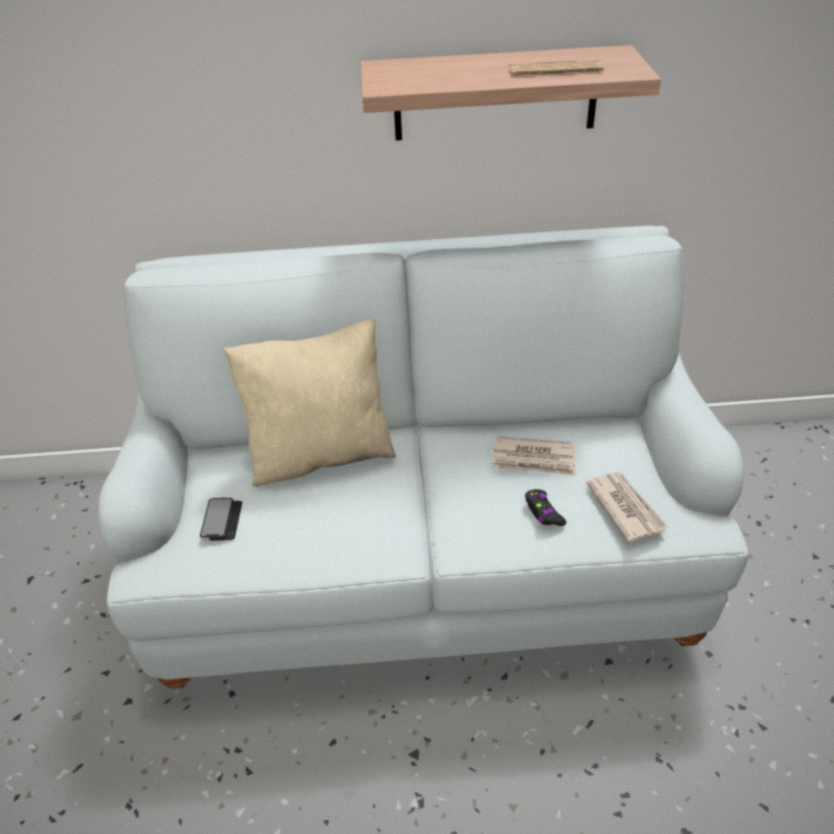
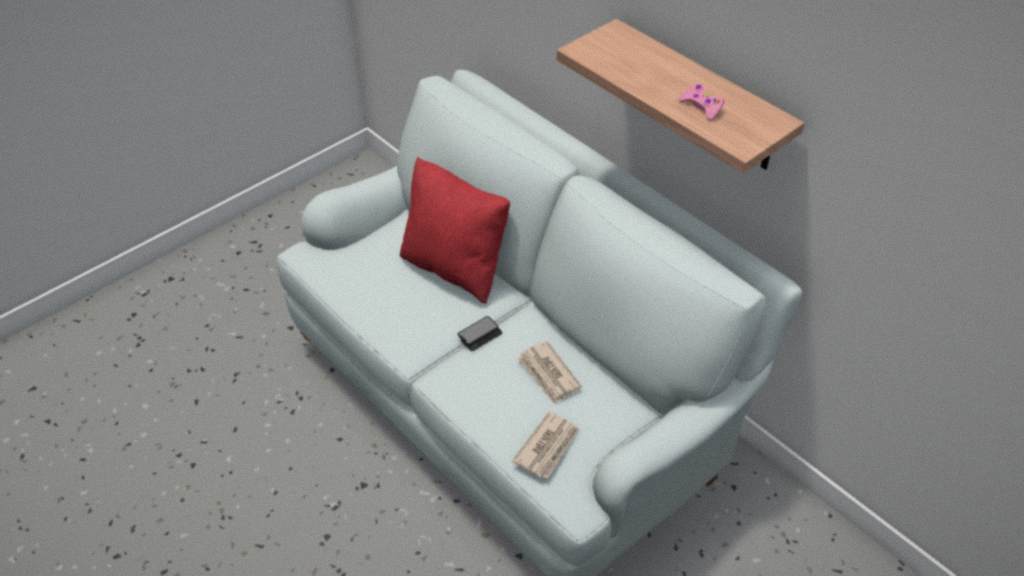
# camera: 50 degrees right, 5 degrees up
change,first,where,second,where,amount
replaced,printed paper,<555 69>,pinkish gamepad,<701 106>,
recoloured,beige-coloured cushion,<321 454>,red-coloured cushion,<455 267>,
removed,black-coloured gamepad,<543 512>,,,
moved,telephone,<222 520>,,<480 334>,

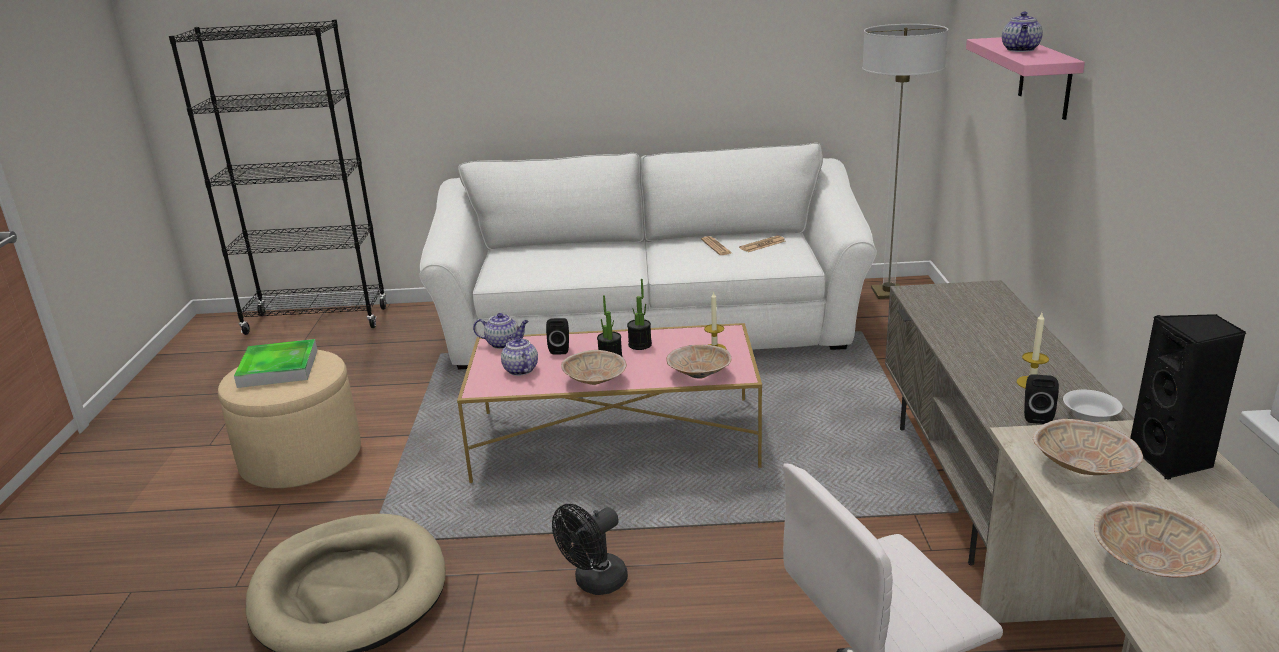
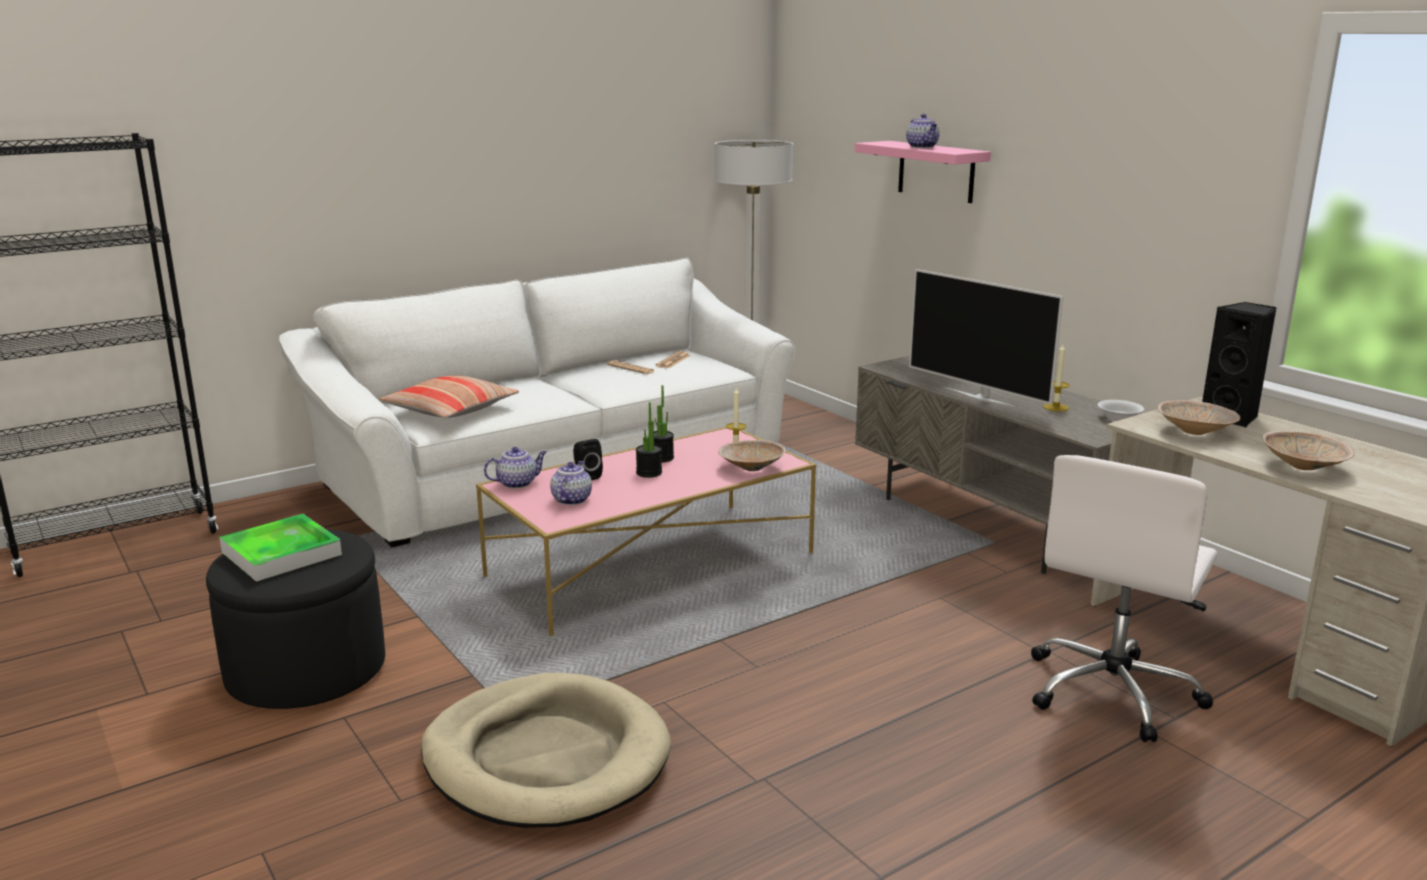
# camera: 35 degrees left, 5 degrees down
change,first,where,second,where,amount
turned,tea pot,<520 370>,,<571 499>,75 degrees clockwise
recoloured,beige-coloured pouffe,<301 458>,black-coloured pouffe,<306 671>,
removed,beige-coloured deep dish,<595 381>,,,
removed,black-coloured audio speaker,<1036 416>,,,
removed,black-coloured cooling fan,<594 583>,,,
added,,,TV,<980 397>,
added,,,cushion,<450 410>,

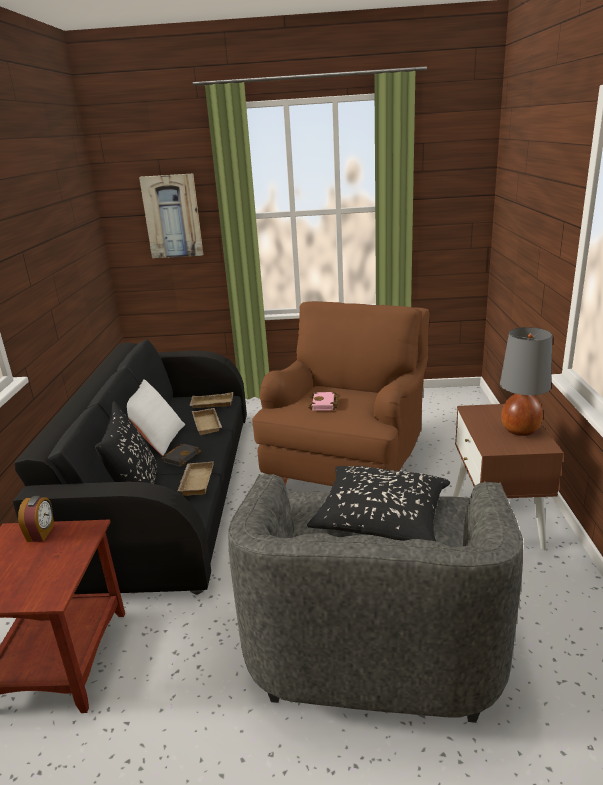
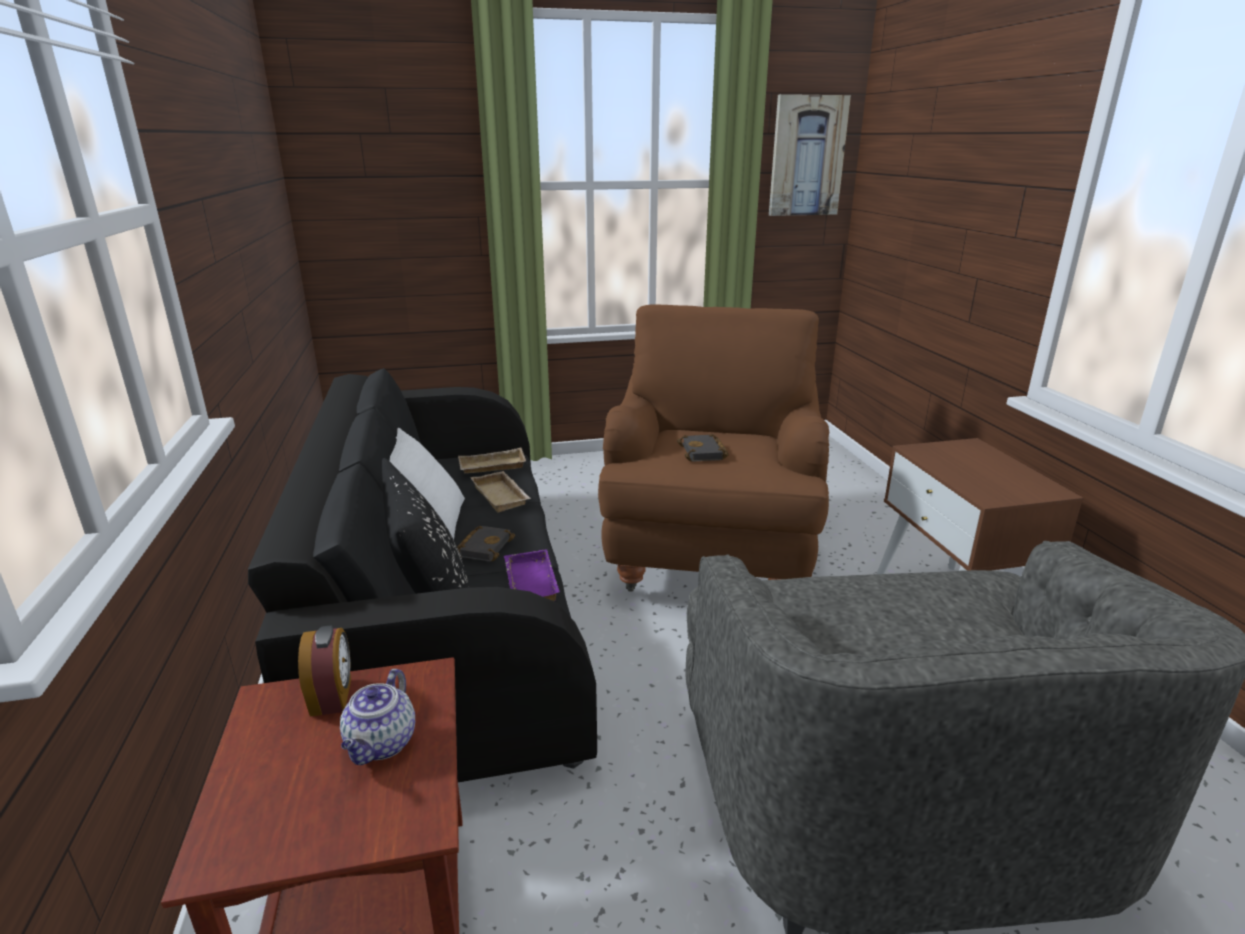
# camera: 15 degrees left, 0 degrees up
change,first,where,second,where,amount
moved,wall art,<172 216>,,<807 156>,
removed,greyish lamp for a table,<519 430>,,,
recoloured,pinkish volume,<325 404>,black-coloured volume,<704 453>,
recoloured,beige-coloured carrying tray,<195 481>,purple-coloured carrying tray,<528 583>,
removed,black-coloured cushion,<380 519>,,,
added,,,tea pot,<381 745>,

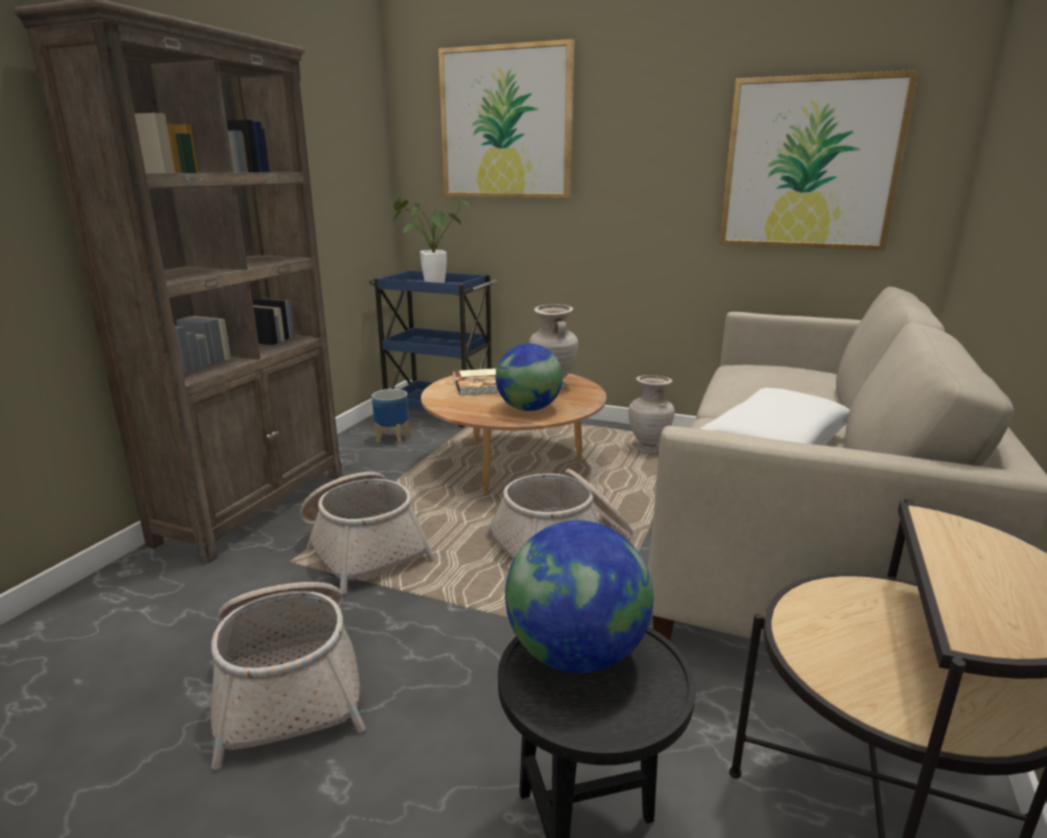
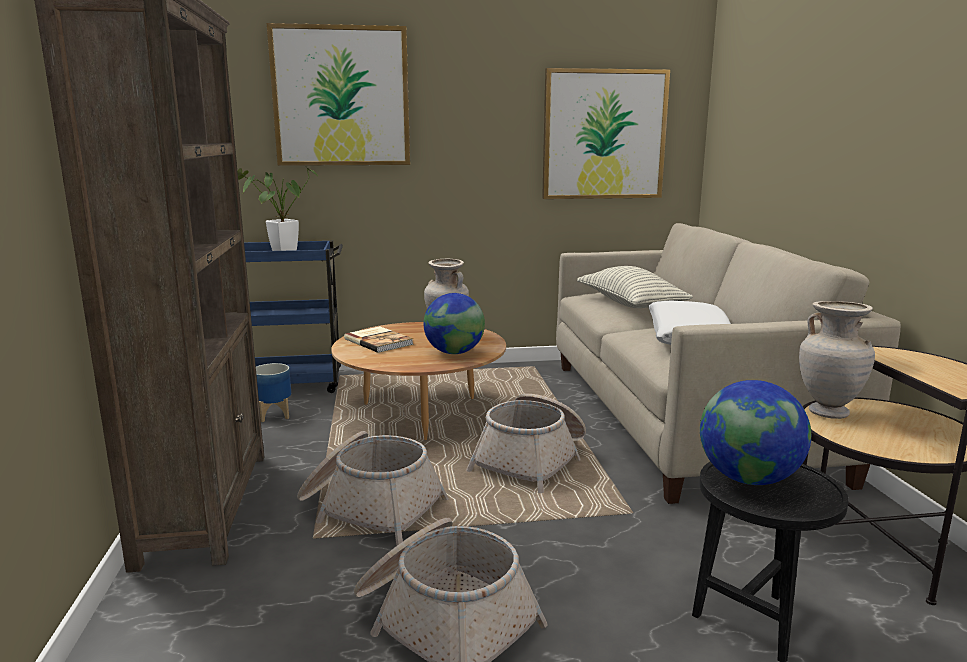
# camera: 30 degrees left, 5 degrees down
change,first,where,second,where,amount
moved,beige-coloured decorative vase,<649 449>,,<828 412>,
added,,,cushion,<630 304>,

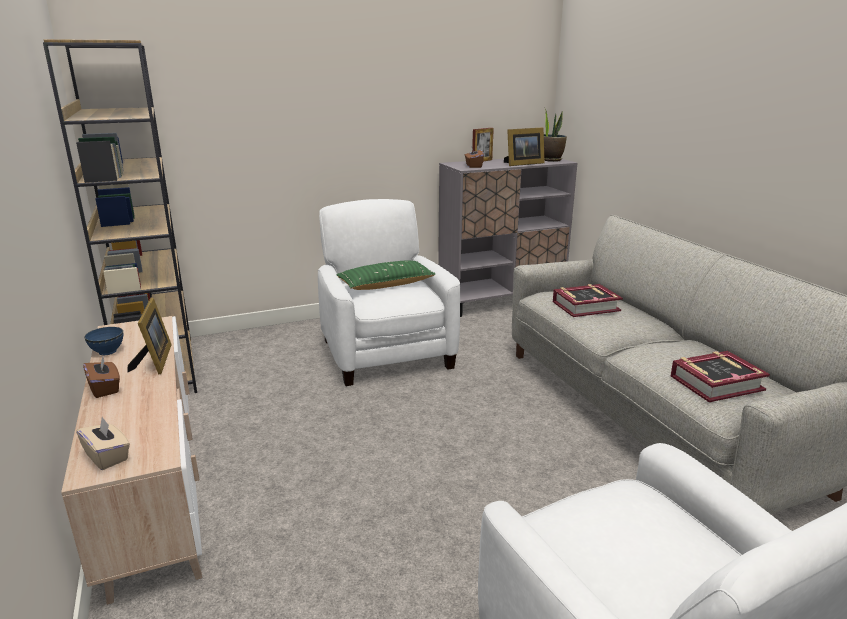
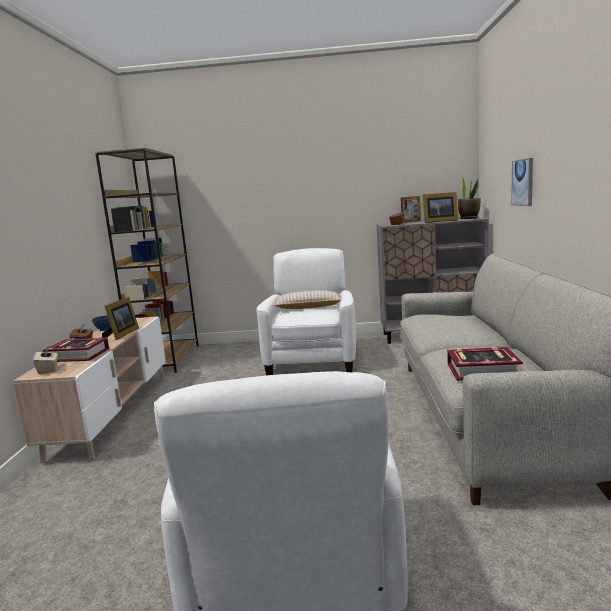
# camera: 25 degrees right, 10 degrees down
change,first,where,second,where,amount
recoloured,greenish cushion,<386 285>,beige-coloured cushion,<308 307>,
moved,volume,<585 306>,,<78 355>,
added,,,wall art,<523 182>,

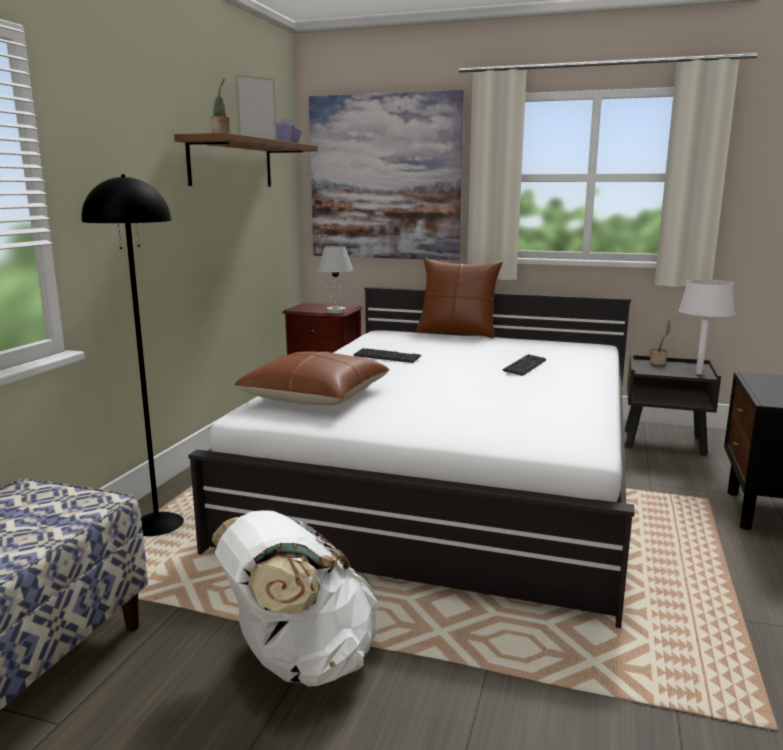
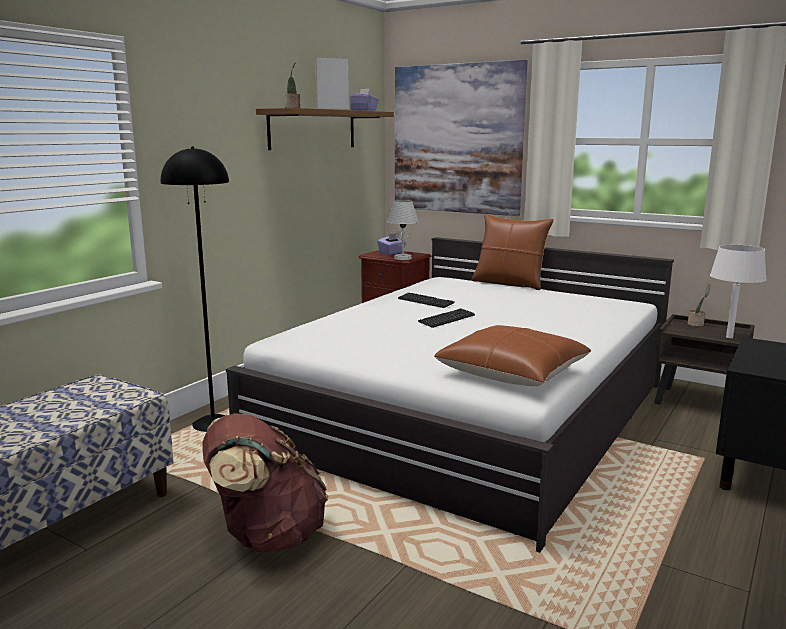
# camera: 15 degrees right, 0 degrees up
change,first,where,second,where,amount
moved,brown cushion,<315 396>,,<512 373>,
moved,PC keyboard,<525 366>,,<447 319>,
recoloured,white rucksack,<299 661>,brown rucksack,<266 536>,
added,,,purple-coloured tissue holder,<391 253>,

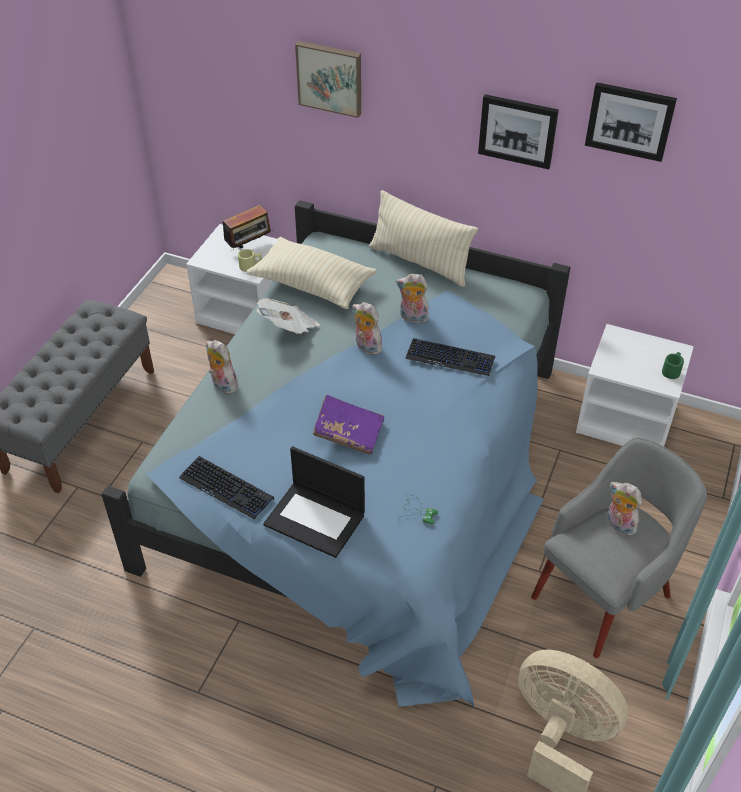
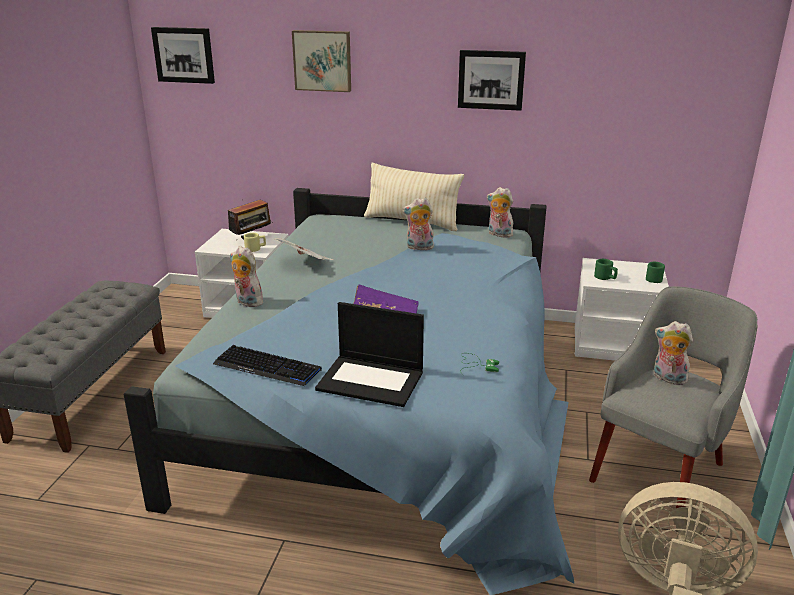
# camera: 10 degrees left, 20 degrees down
change,first,where,second,where,amount
moved,wall art,<630 121>,,<184 55>,
removed,beige-coloured cushion,<312 285>,,,
moved,soft toy,<366 347>,,<498 234>,
removed,PC keyboard,<450 358>,,,
added,,,greenish tea mug,<605 277>,

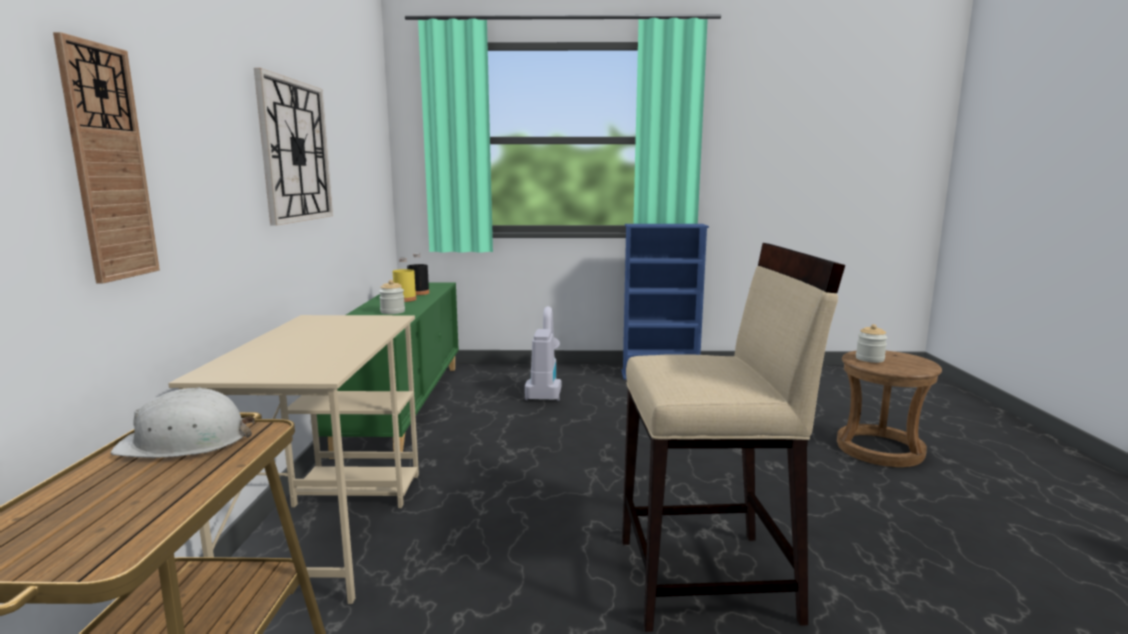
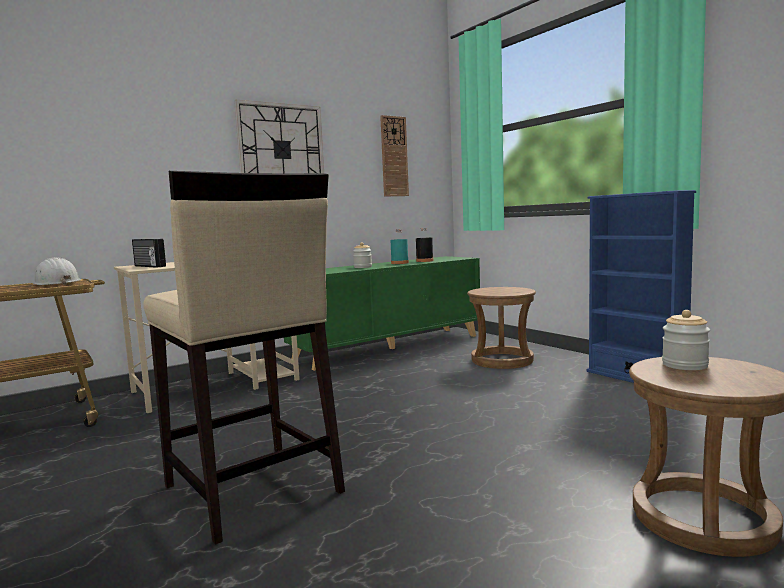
# camera: 55 degrees right, 5 degrees down
change,first,where,second,where,amount
moved,wall clock,<108 164>,,<394 156>,
recoloured,yellow-coloured drink bottle,<405 299>,turquoise drink bottle,<399 263>,
replaced,vacuum cleaner,<545 388>,brown stool seat,<501 360>,
added,,,radio set,<149 266>,

